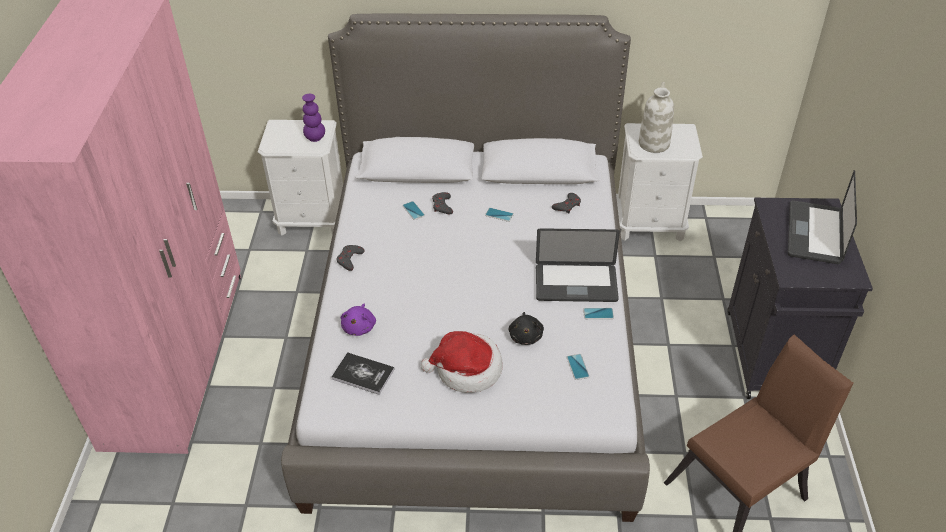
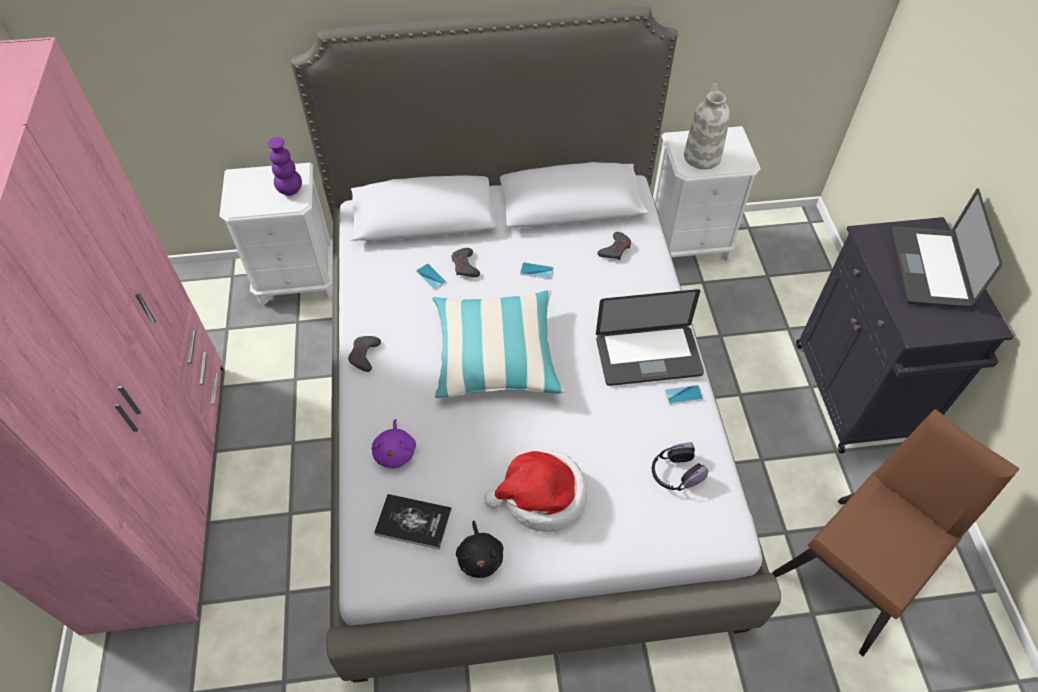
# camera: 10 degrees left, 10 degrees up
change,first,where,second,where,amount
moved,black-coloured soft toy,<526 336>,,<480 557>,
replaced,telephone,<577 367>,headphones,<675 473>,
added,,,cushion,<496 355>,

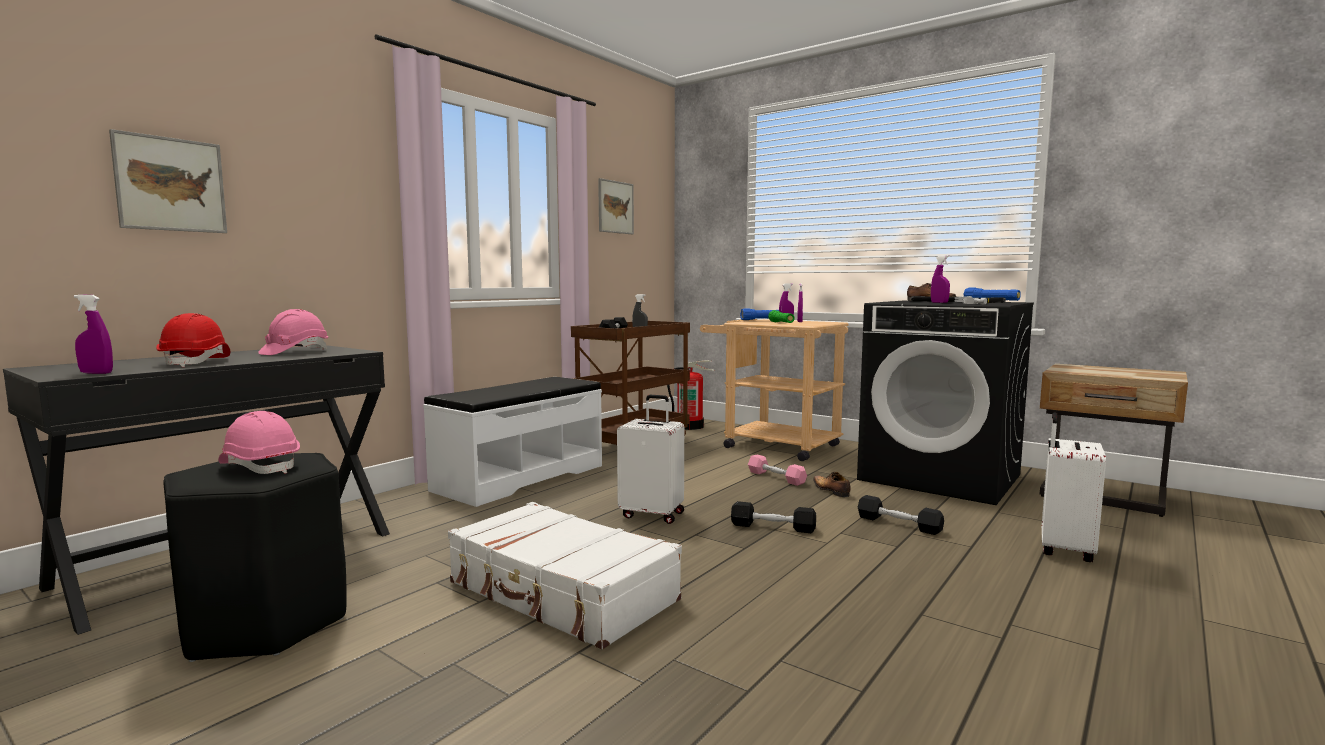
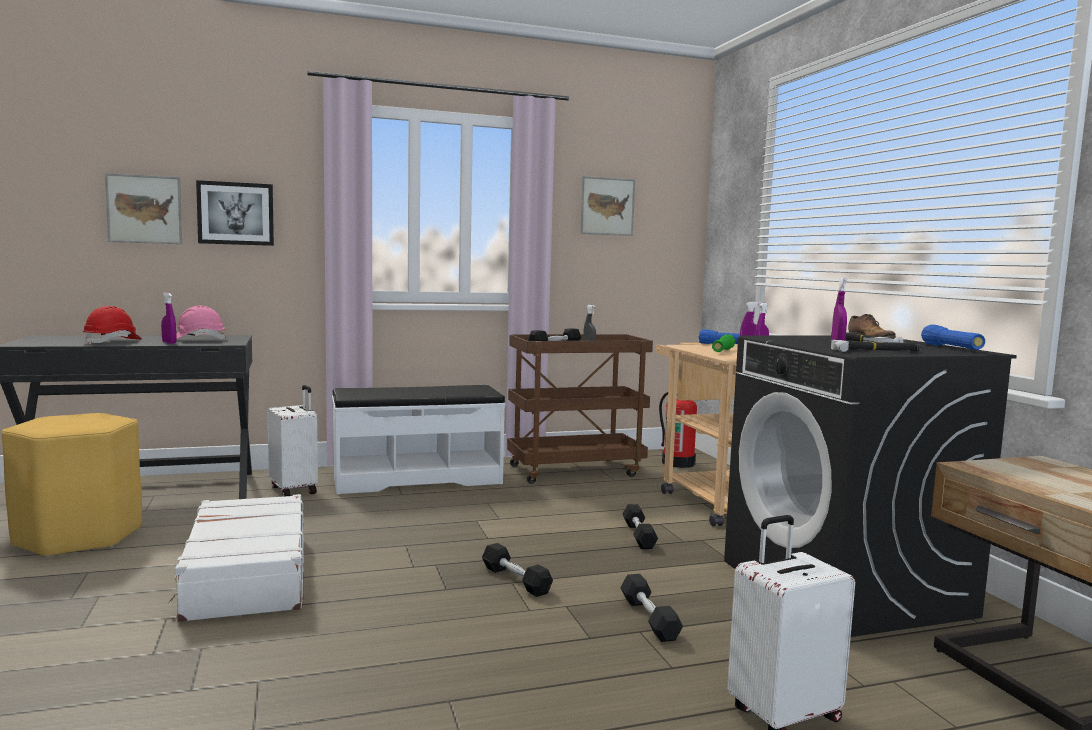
# camera: 35 degrees right, 0 degrees up
change,first,where,second,where,amount
moved,purple-coloured sprayer,<96 373>,,<169 343>,
moved,white suitcase,<652 514>,,<295 490>,
removed,pinkish work helmet,<260 467>,,,
recoloured,black-coloured stool seat,<264 623>,yellow-coloured stool seat,<77 536>,
recoloured,pinkish free weight,<776 477>,black-coloured free weight,<638 535>,
removed,item of footwear,<831 490>,,,
added,,,wall art,<236 213>,

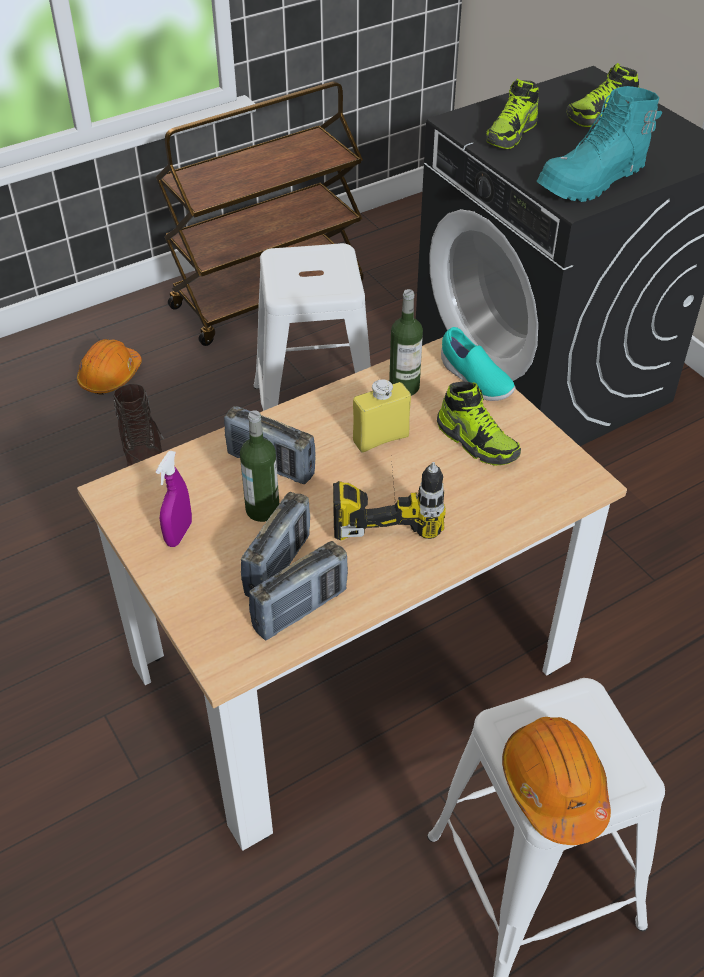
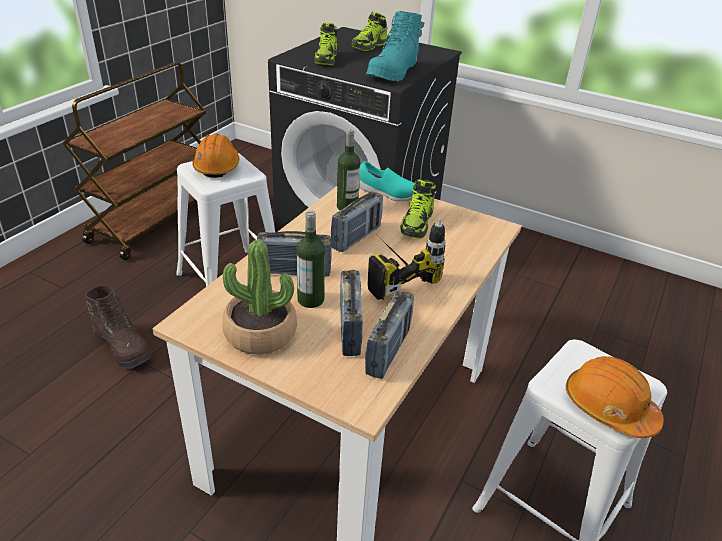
# camera: 30 degrees left, 10 degrees down
change,first,where,second,where,amount
moved,orange-coloured work helmet,<110 376>,,<217 166>,
replaced,yellow-coloured drink bottle,<381 438>,radio set,<356 237>,
turned,item of footwear,<477 442>,,<417 224>,90 degrees clockwise
replaced,purple-coloured sprayer,<179 534>,houseplant,<260 333>,

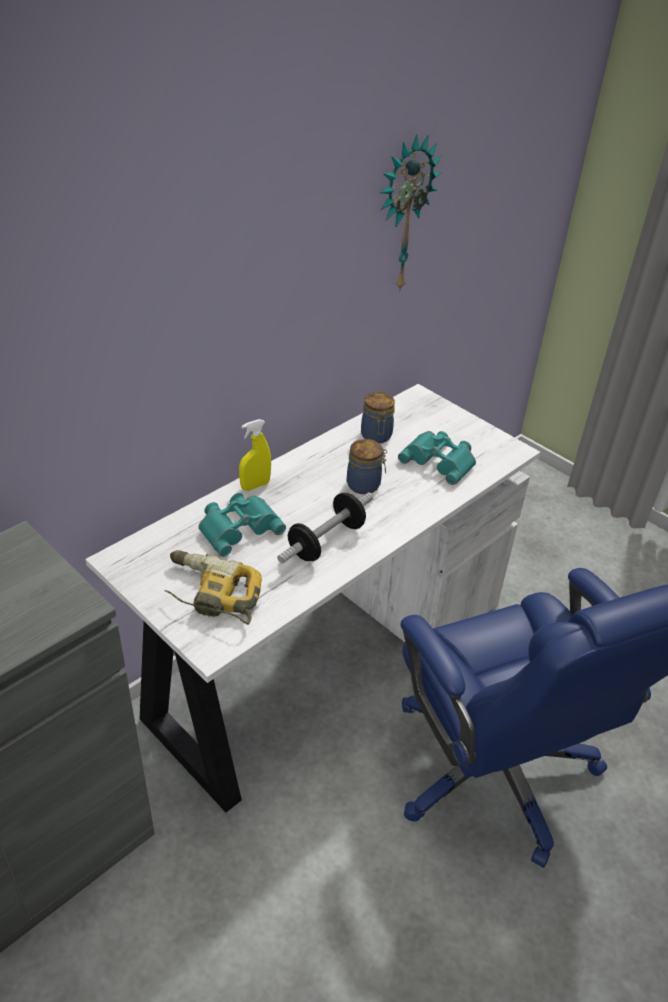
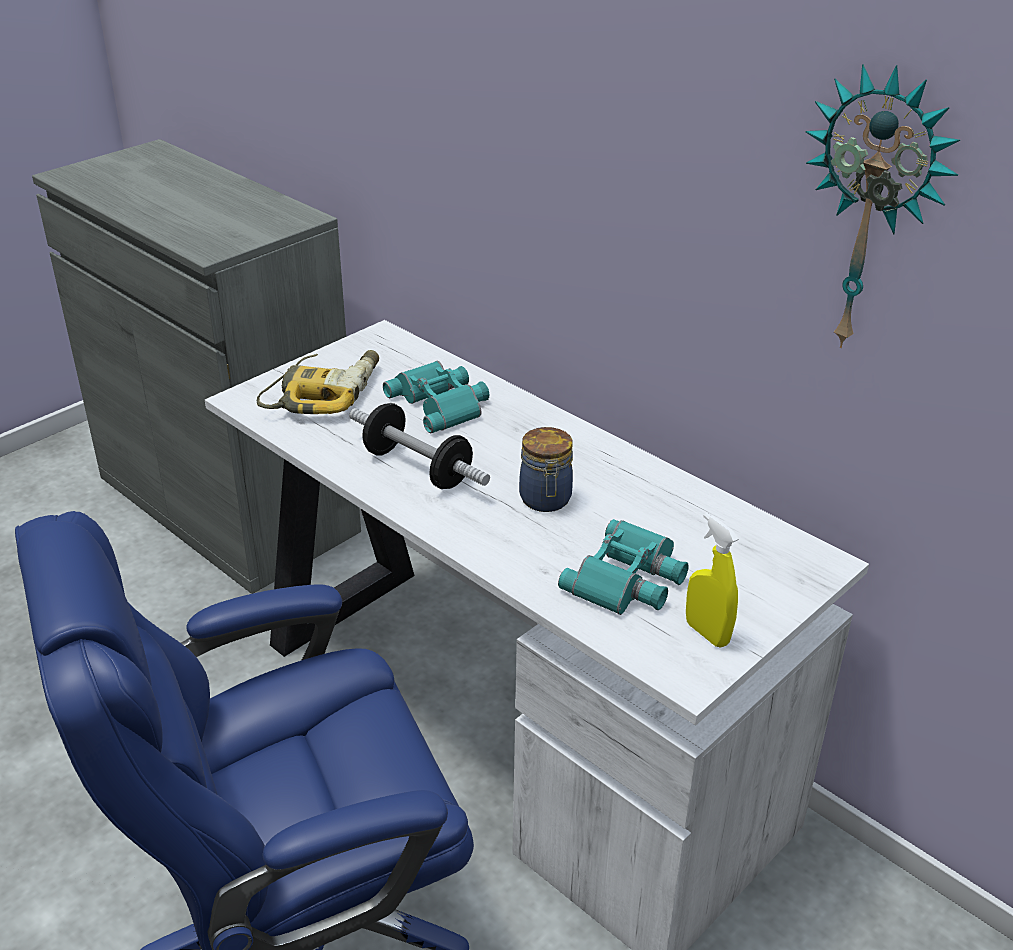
# camera: 90 degrees right, 5 degrees down
change,first,where,second,where,amount
removed,storage jar,<376 436>,,,
moved,yellow-coloured sprayer,<255 485>,,<707 633>,

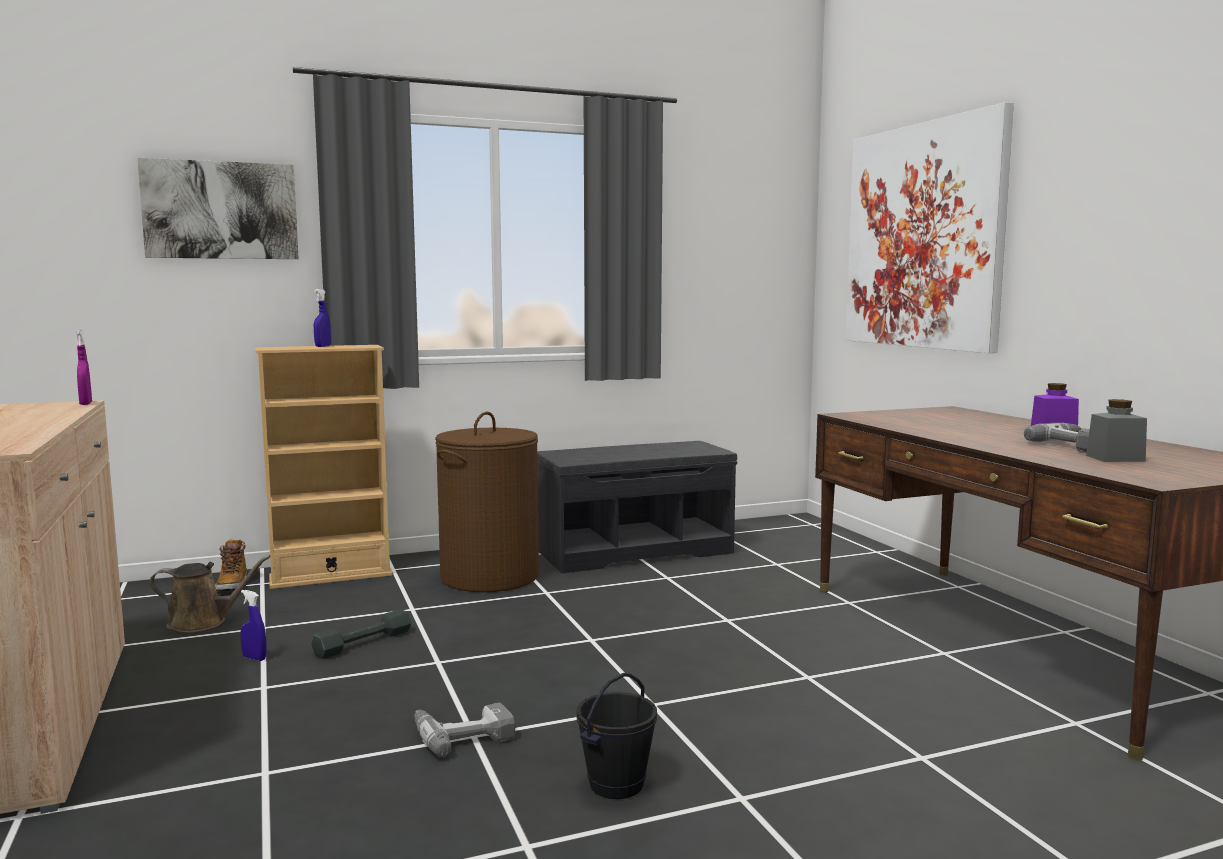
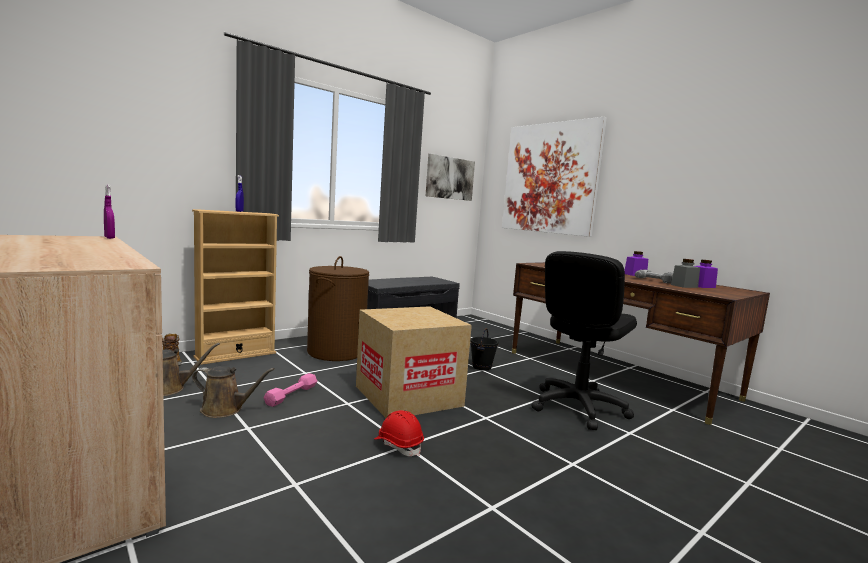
# camera: 20 degrees left, 0 degrees up
change,first,where,second,where,amount
moved,wall art,<221 210>,,<449 178>,
replaced,bluish sprayer,<254 658>,brown sprinkling can,<225 409>,
recoloured,greyish free weight,<363 643>,pinkish free weight,<291 395>,
moved,black-coloured pail,<617 785>,,<482 367>,
replaced,drill,<462 734>,red-coloured work helmet,<398 445>,
added,,,black-coloured desk chair,<577 407>,
added,,,purple-coloured storage jar,<702 286>,
added,,,cardboard box,<408 396>,

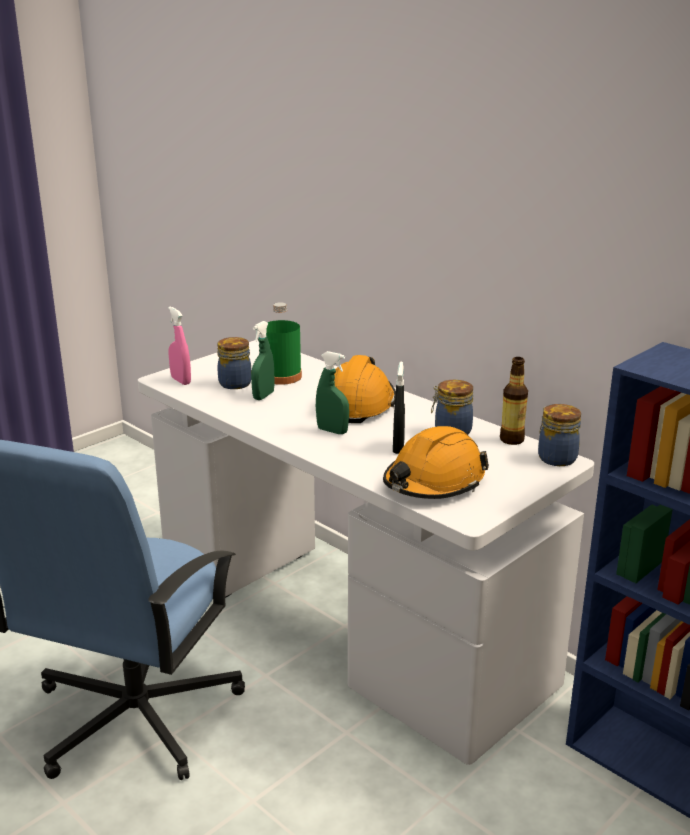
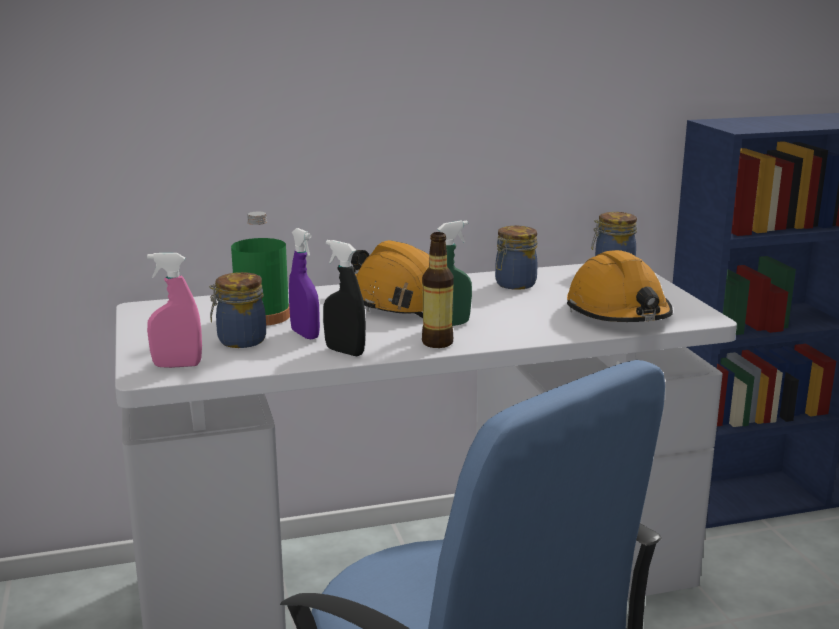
# camera: 60 degrees left, 5 degrees down
change,first,where,second,where,amount
recoloured,greenish sprayer,<263 396>,purple-coloured sprayer,<305 334>,
moved,drink bottle,<512 440>,,<437 342>,
moved,black-coloured sprayer,<398 447>,,<344 351>,

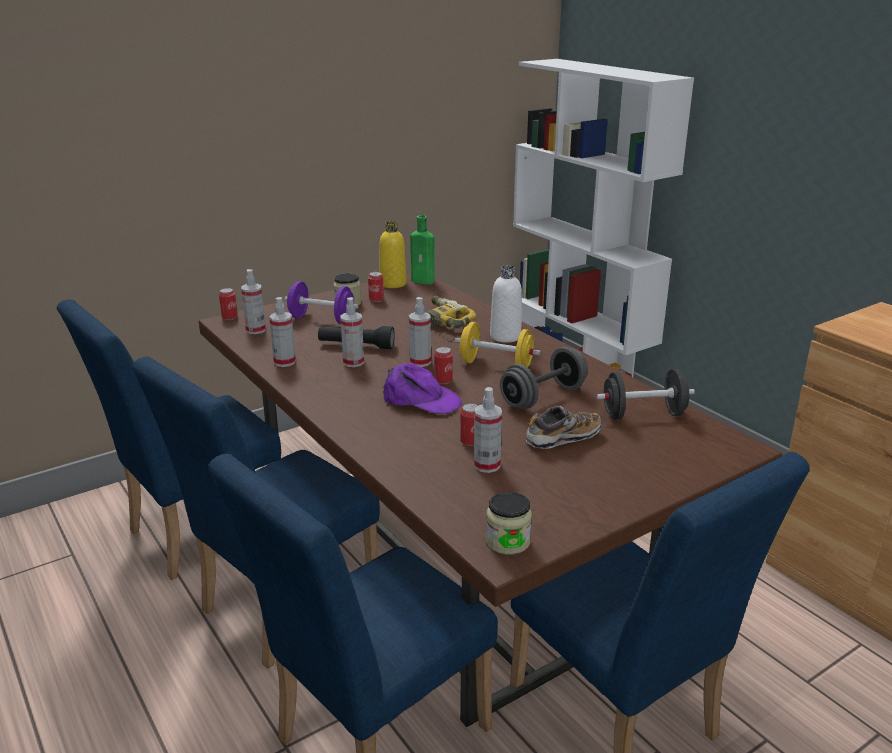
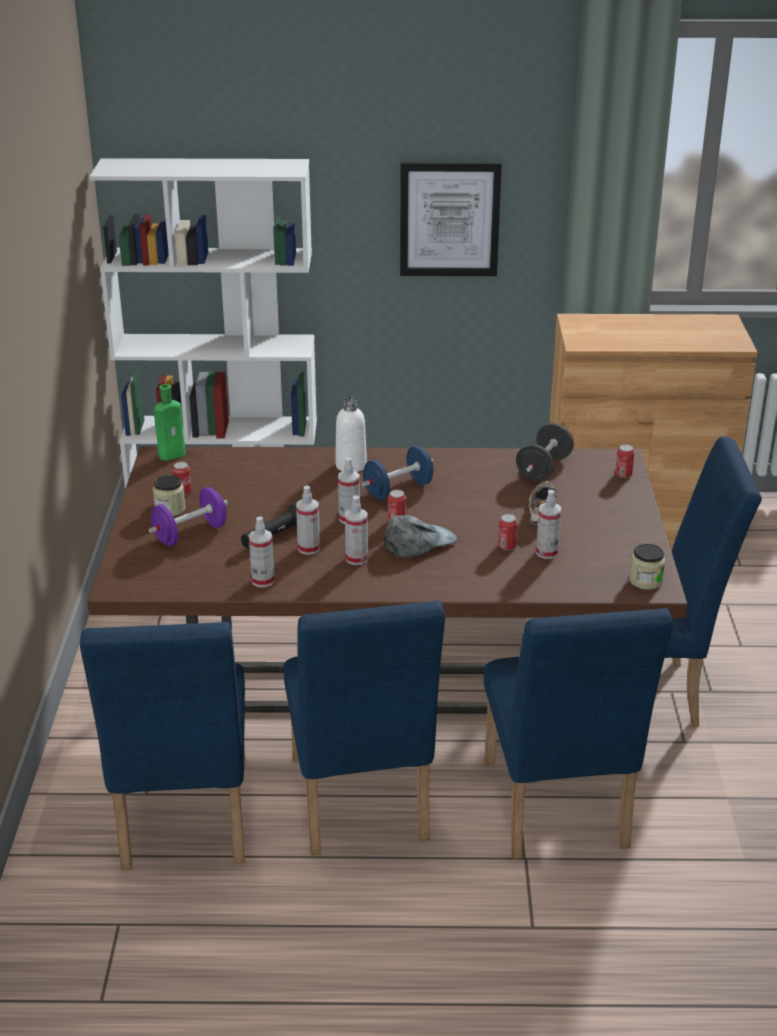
# camera: 55 degrees left, 5 degrees up
change,first,where,second,where,amount
removed,yellow-coloured drink bottle,<393 284>,,,
moved,sprayer,<256 330>,,<356 559>,
moved,can,<229 317>,,<623 474>,
removed,drill,<442 320>,,,
recoloured,yellow-coloured free weight,<496 365>,bluish free weight,<398 489>,
removed,greyish free weight,<543 397>,,,
recoloured,purple-coloured cap,<421 400>,greyish cap,<419 542>,
added,,,wall art,<449 219>,

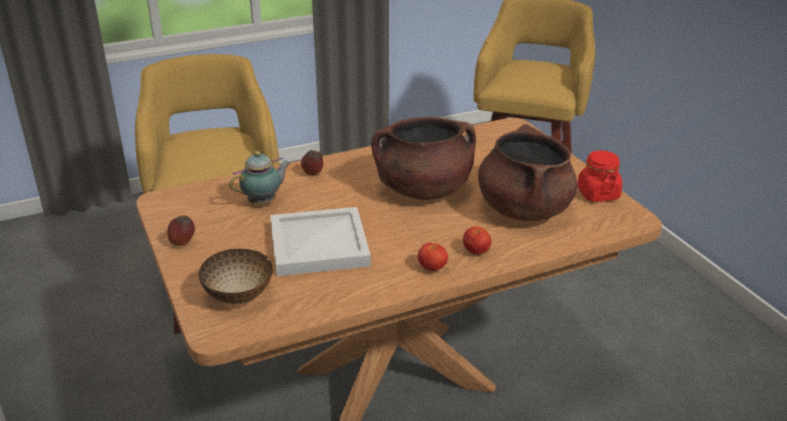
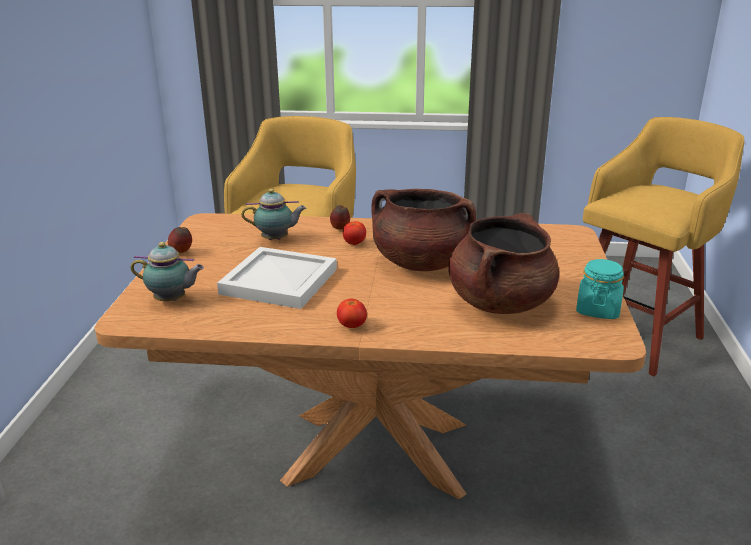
# camera: 30 degrees right, 5 degrees down
change,first,where,second,where,amount
recoloured,red-coloured storage jar,<597 194>,turquoise storage jar,<598 310>,
moved,whole tomato,<476 251>,,<354 243>,
replaced,deep dish,<238 297>,tea pot,<172 300>,

